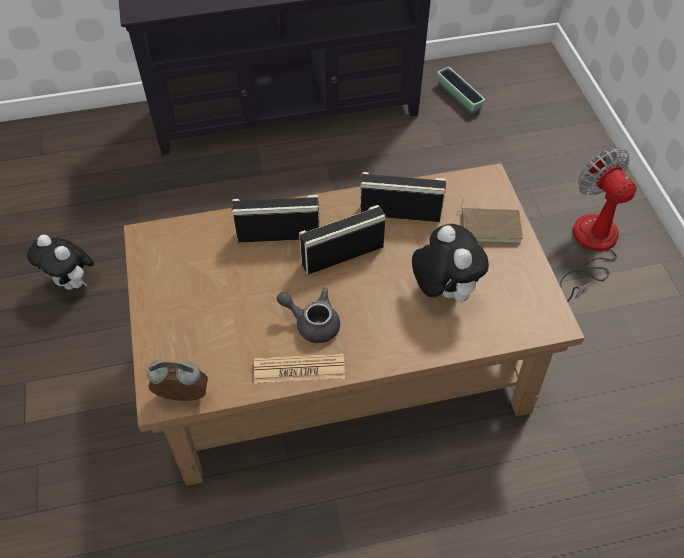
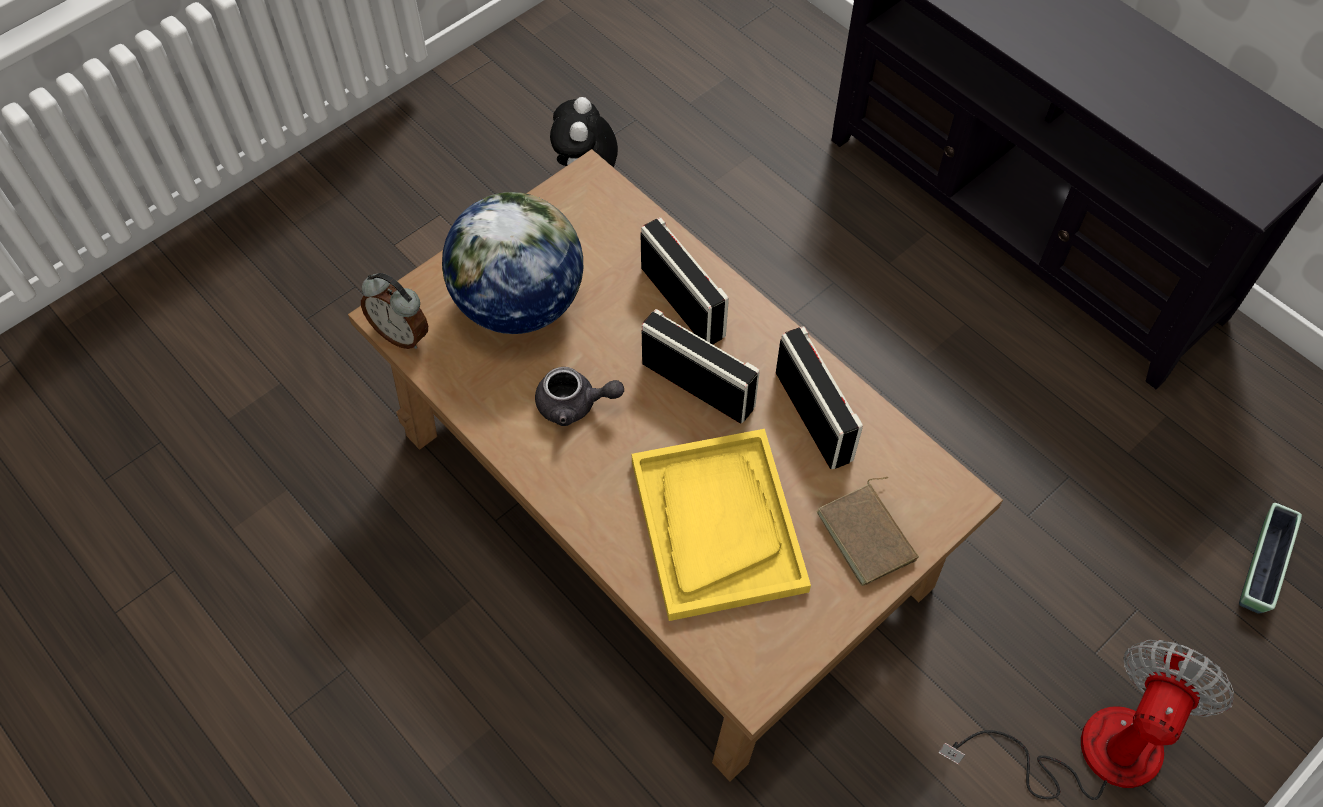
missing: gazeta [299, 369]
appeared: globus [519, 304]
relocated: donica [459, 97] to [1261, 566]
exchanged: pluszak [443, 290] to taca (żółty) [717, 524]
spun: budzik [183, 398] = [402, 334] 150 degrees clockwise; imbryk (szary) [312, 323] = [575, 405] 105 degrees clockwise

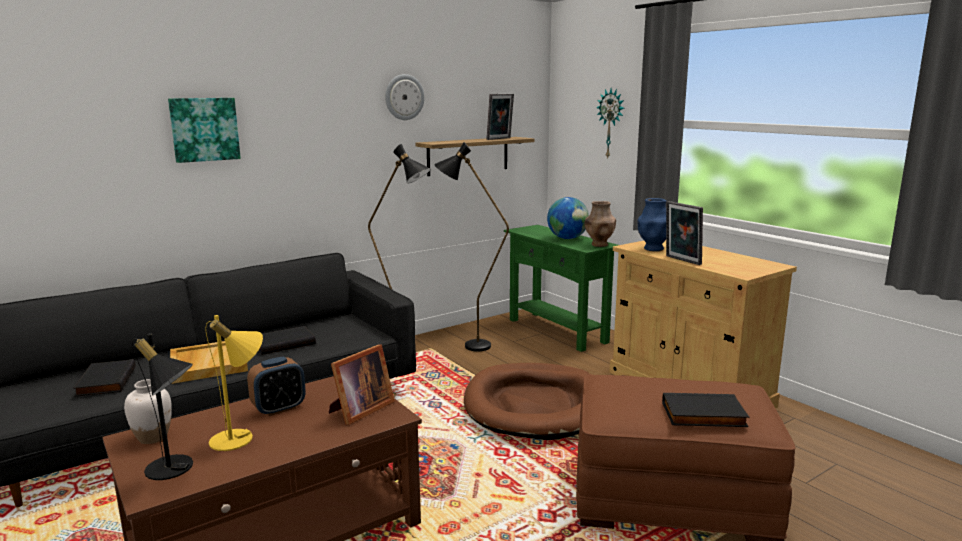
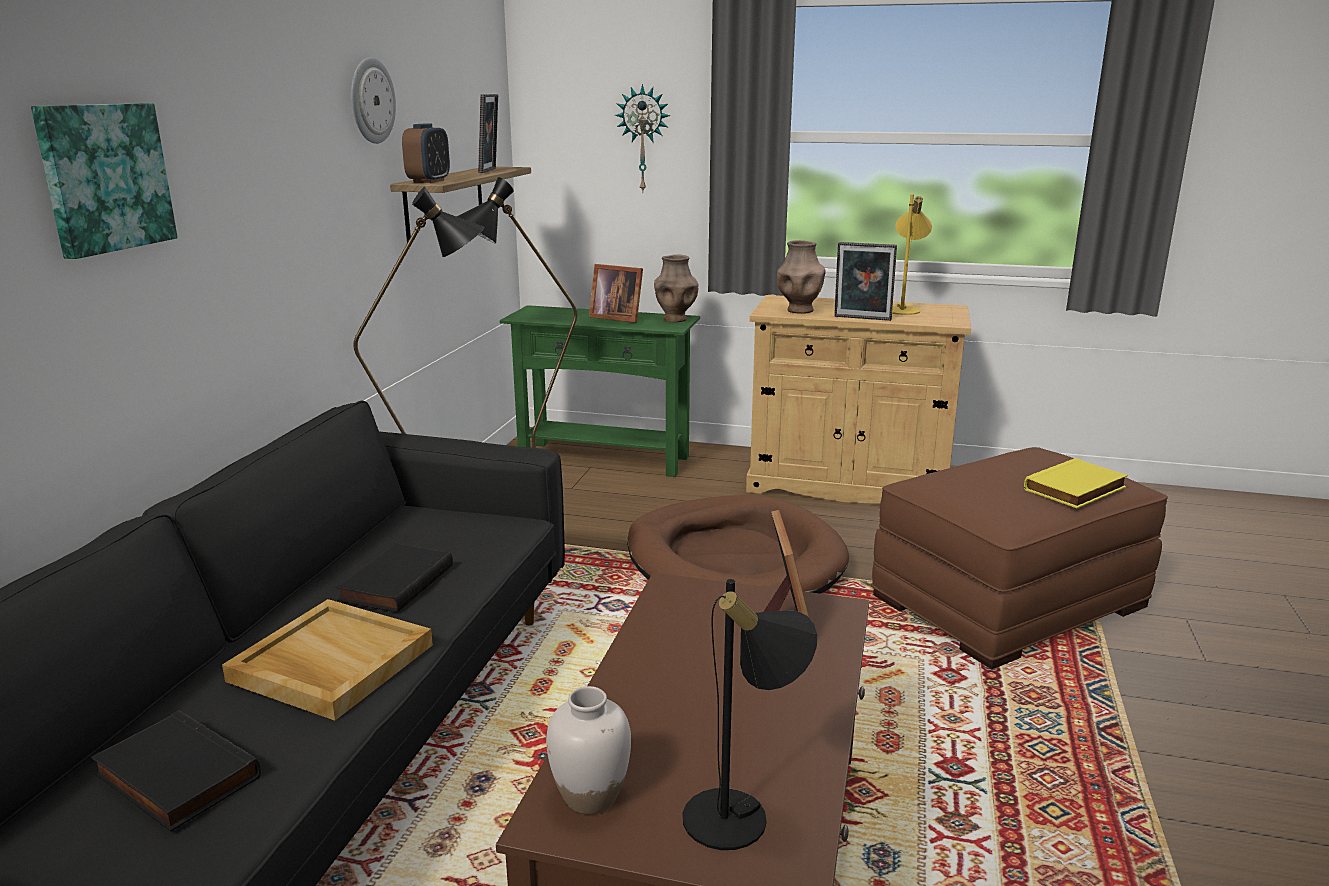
relocated: lampa stołowa (żółty) [240, 438] to [904, 309]; budzik [279, 408] to [429, 181]
exchanged: globus [567, 238] to ramka na zdjęcie [616, 318]
colour: wazon (niebieski) [653, 249] to wazon (brązowy) [799, 310]; książka (czarny) [703, 415] to książka (żółty) [1076, 489]

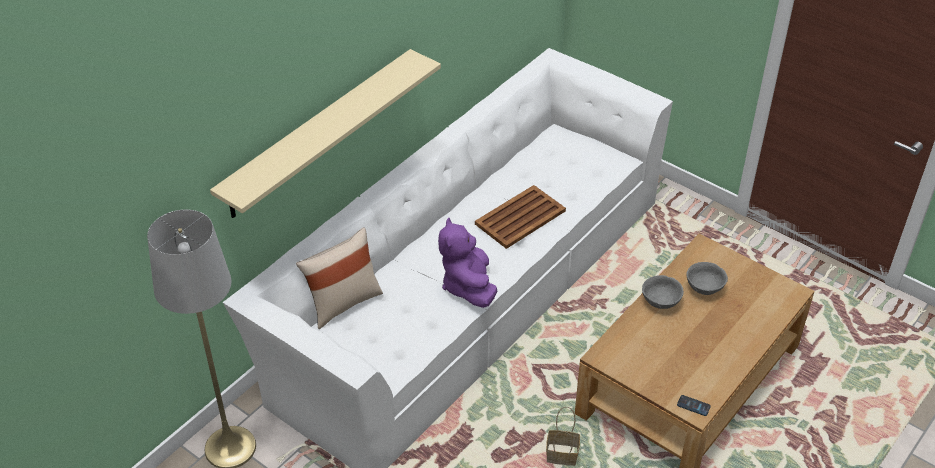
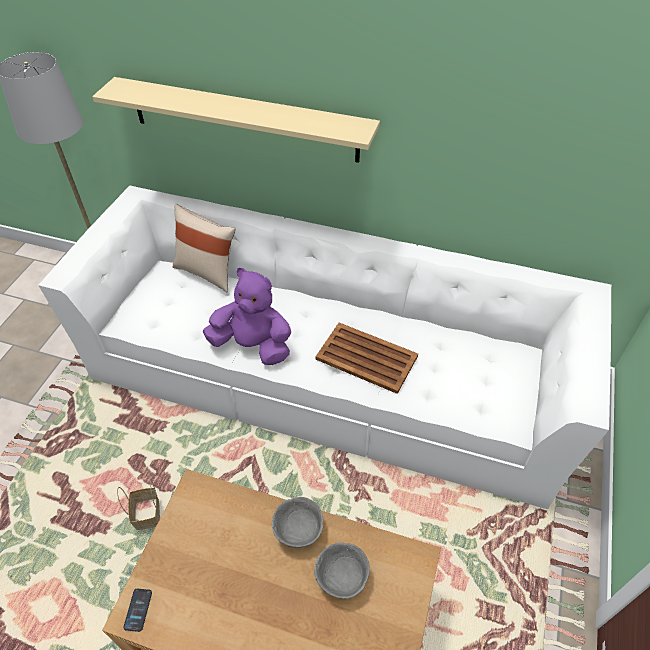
spun: pluszak (fioletowy) [468, 286] = [253, 345] 45 degrees clockwise

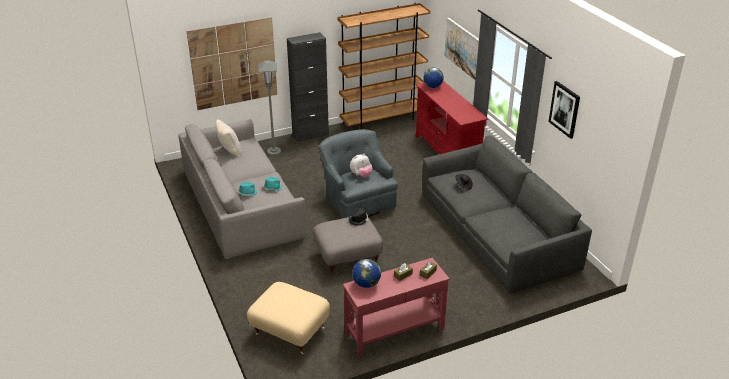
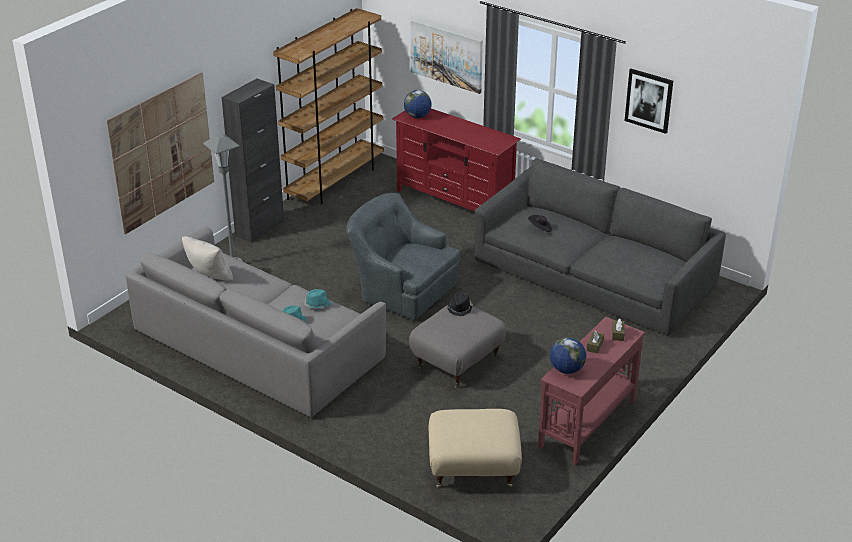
missing: pluszak [361, 175]

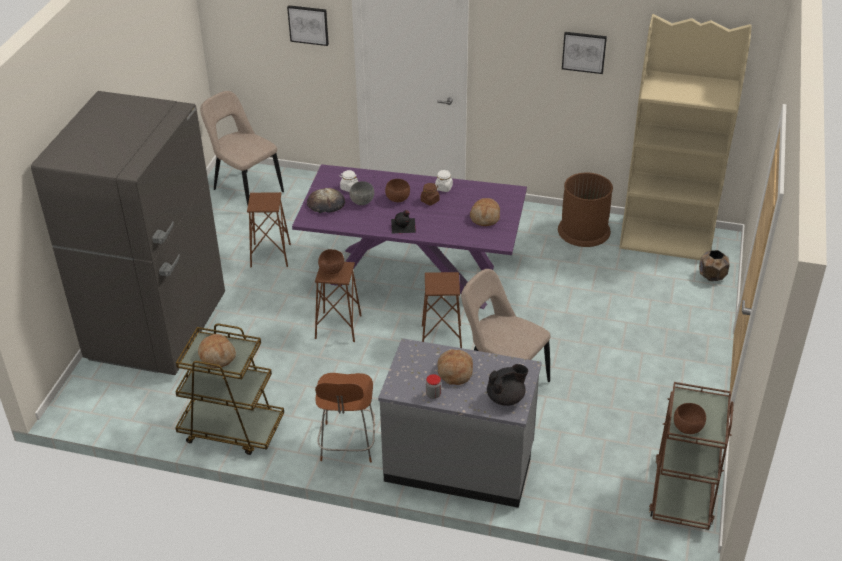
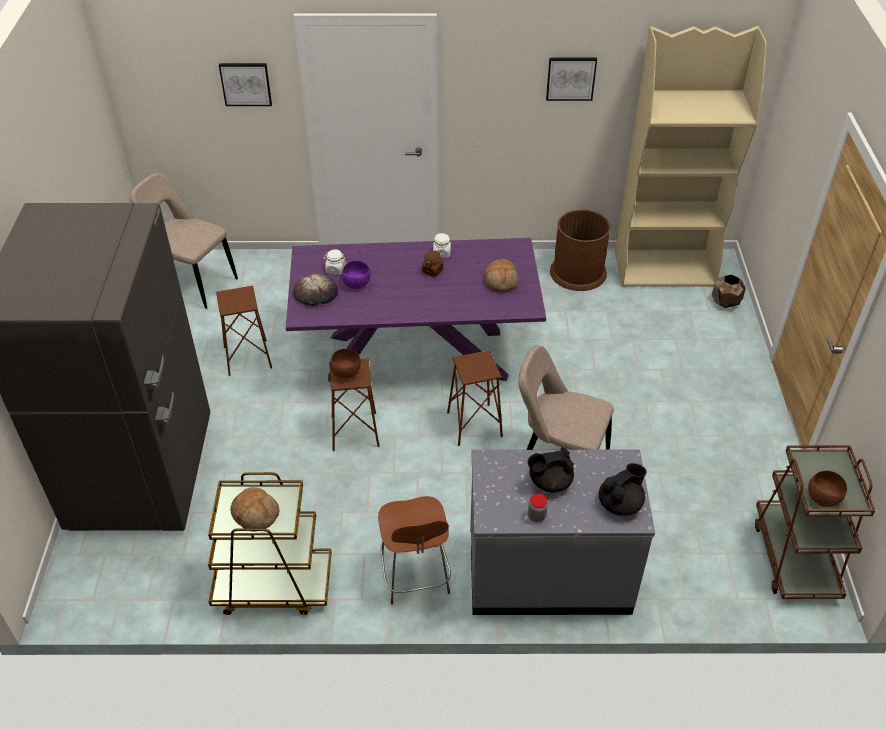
missing: miska (brązowy) [397, 199]; butelka (czarny) [403, 226]
exchanged: chleb [454, 372] to imbryk (czarny) [549, 482]
colour: miska (szary) [363, 202] to miska (fioletowy) [357, 284]

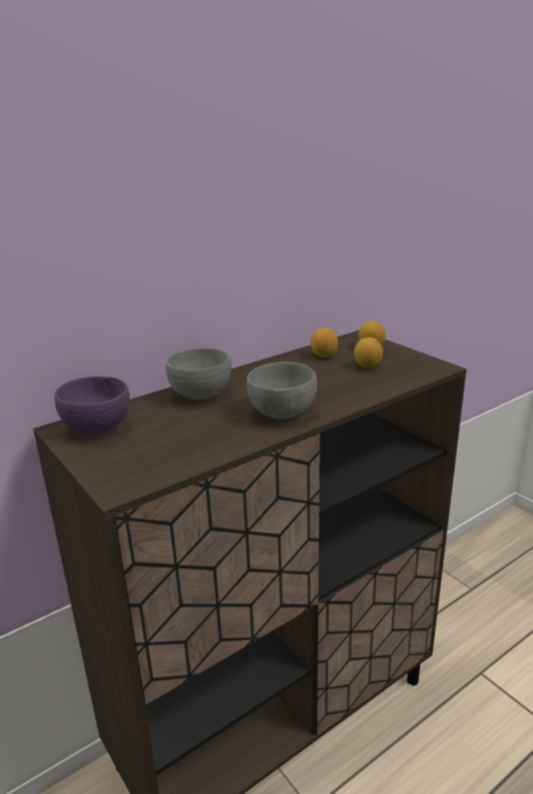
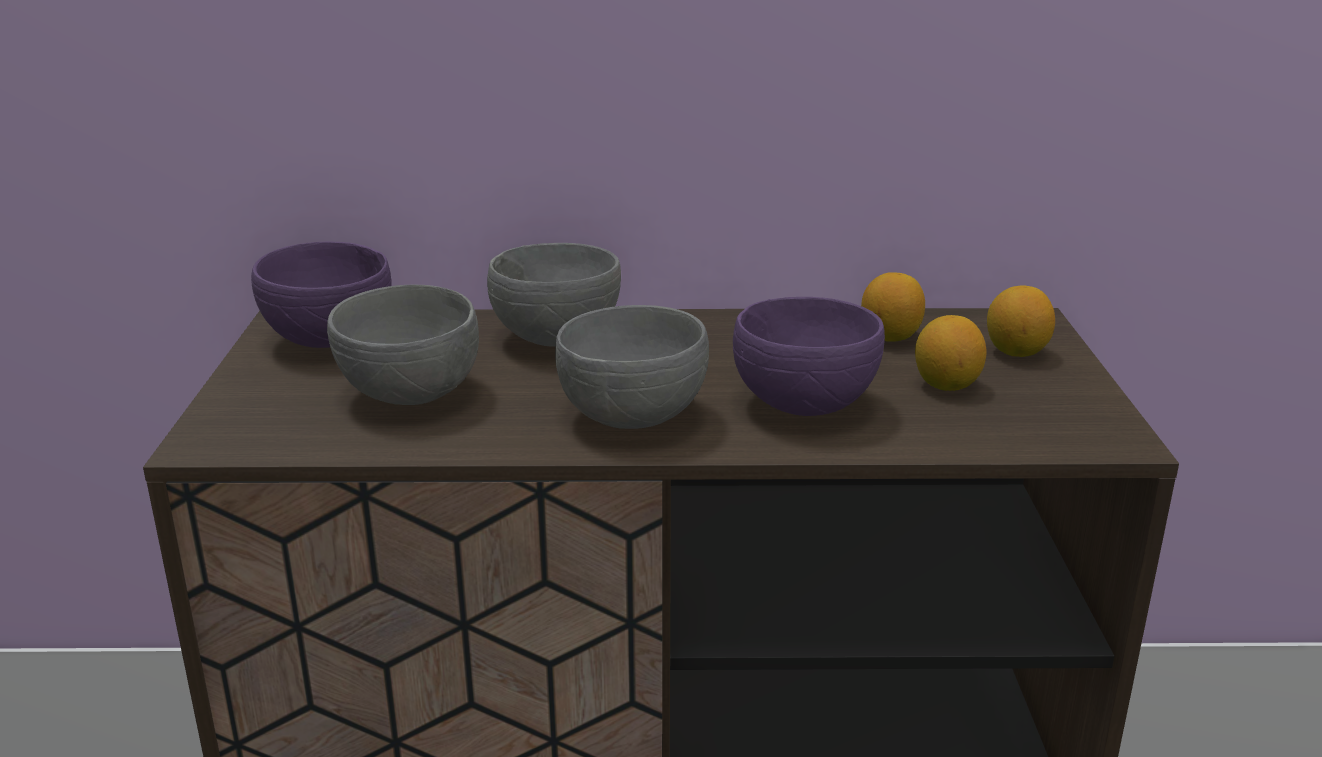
appeared: miska (szary) [411, 394]; miska (fioletowy) [803, 406]

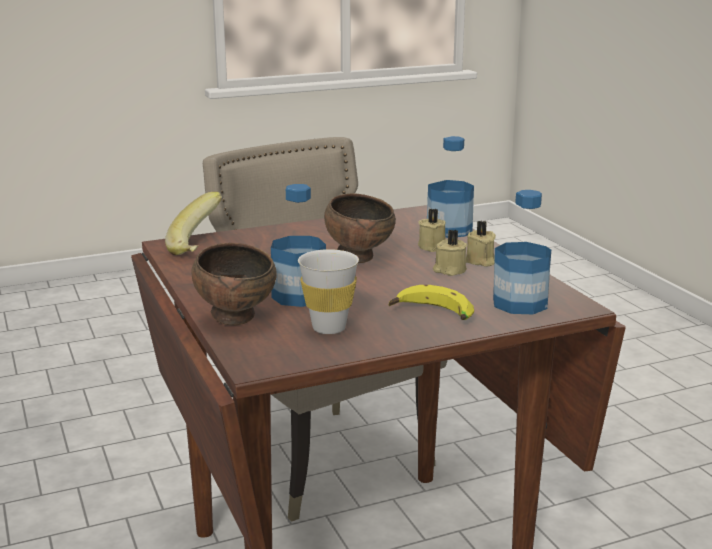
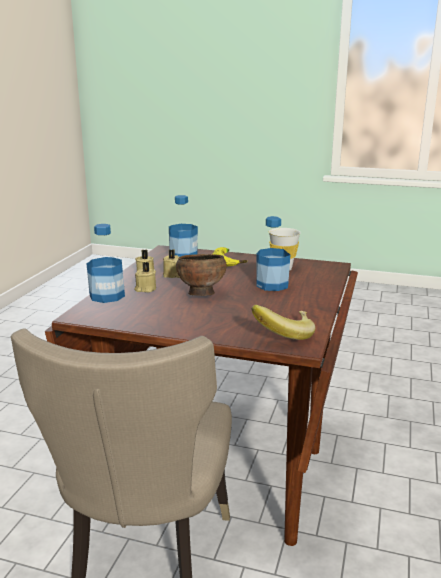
missing: miska (brązowy) [237, 319]

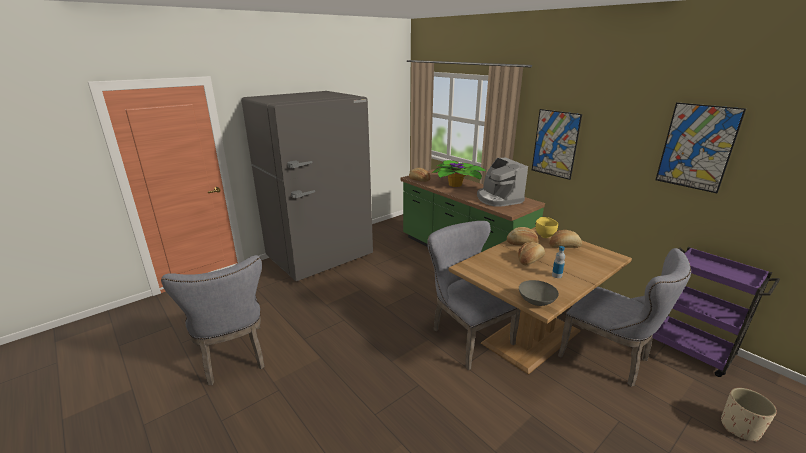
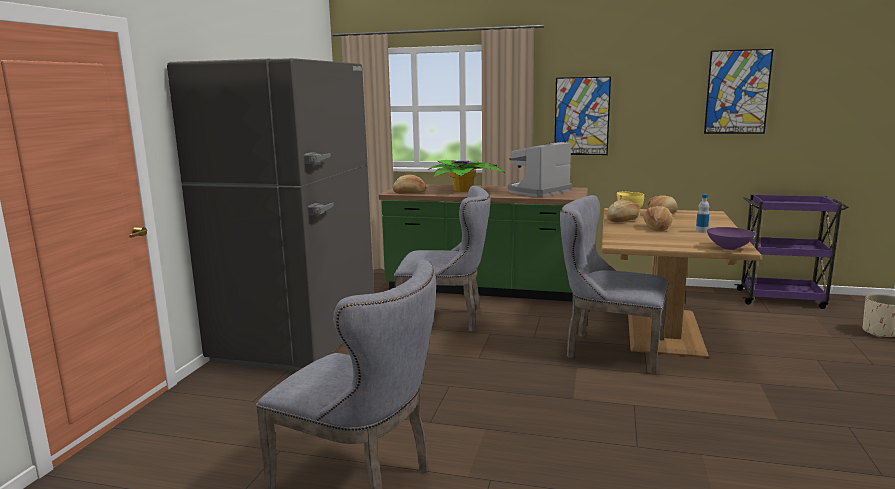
relocated: krzesło (szary) [609, 358] to [446, 320]
colour: miska (szary) [536, 302] to miska (fioletowy) [728, 248]
spun: ekspres do kawy [498, 199] = [538, 191] 105 degrees clockwise

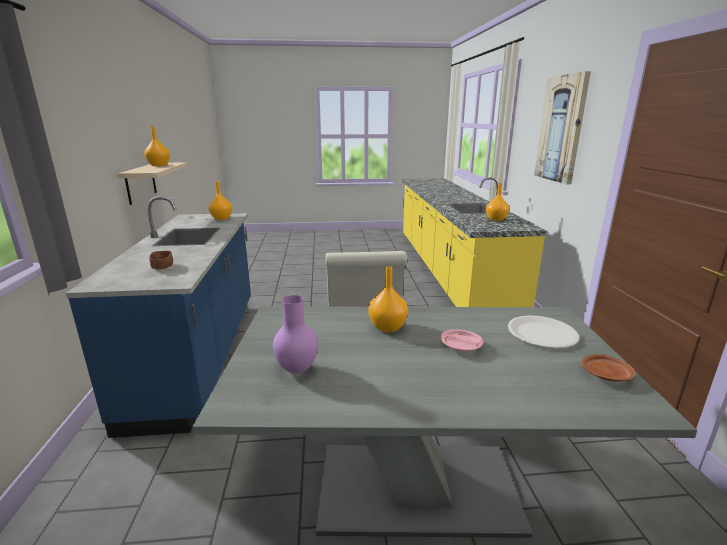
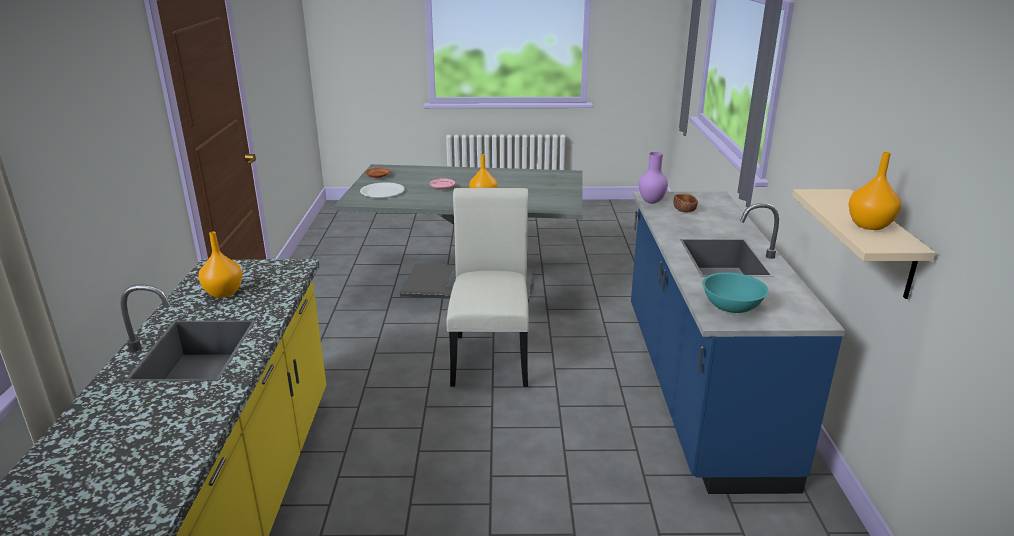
missing: obraz [561, 129]
relocated: wazon (fioletowy) [296, 370] to [652, 202]
exchanged: wazon (pomarańczowy) [221, 218] to miska (turkusowy) [731, 306]

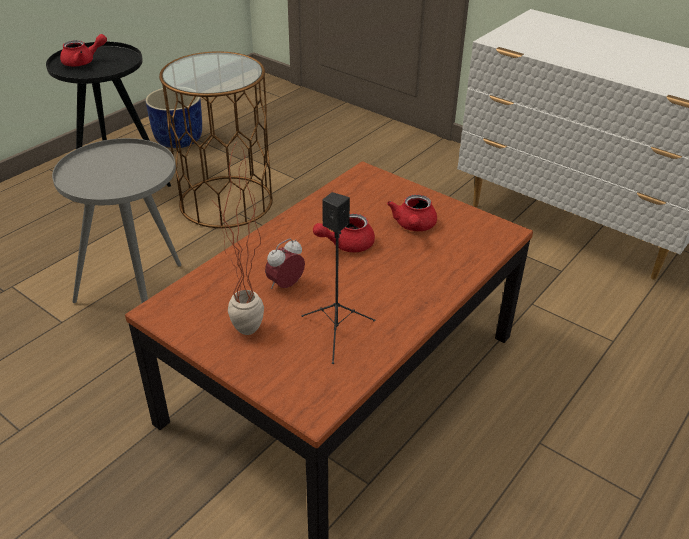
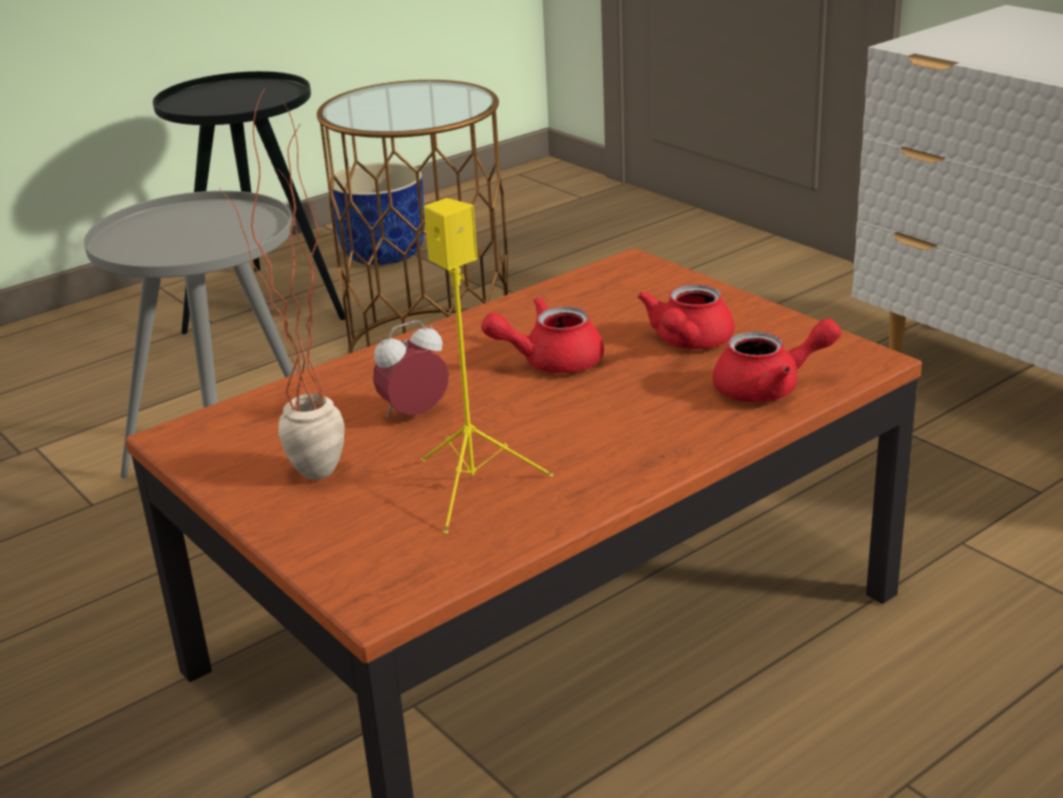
relocated: imbryk (czerwony) [83, 62] to [769, 388]
colour: głośnik (czarny) [337, 332] to głośnik (żółty) [475, 487]

